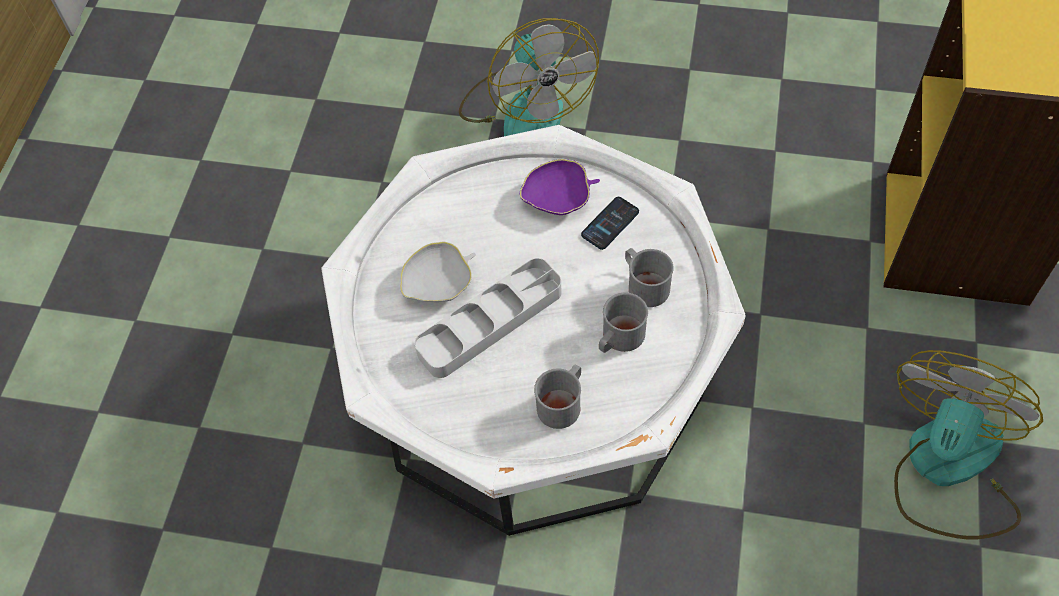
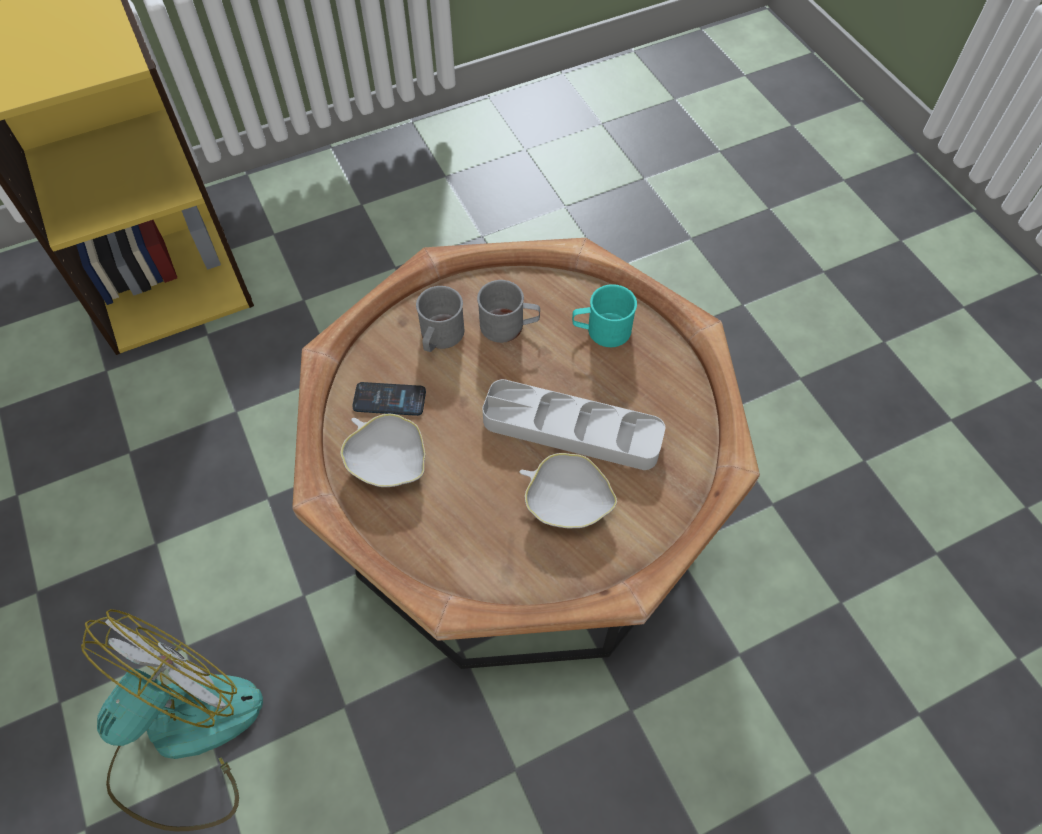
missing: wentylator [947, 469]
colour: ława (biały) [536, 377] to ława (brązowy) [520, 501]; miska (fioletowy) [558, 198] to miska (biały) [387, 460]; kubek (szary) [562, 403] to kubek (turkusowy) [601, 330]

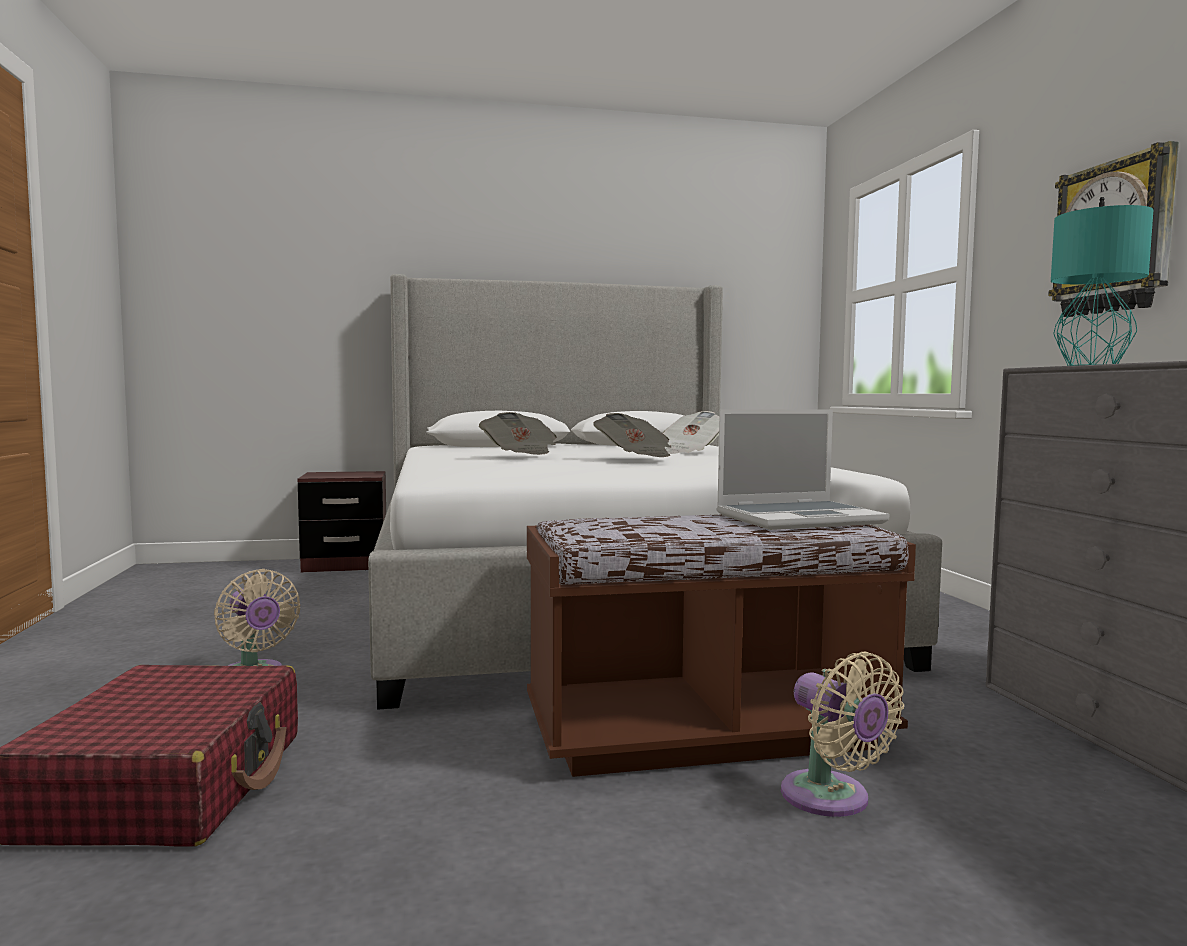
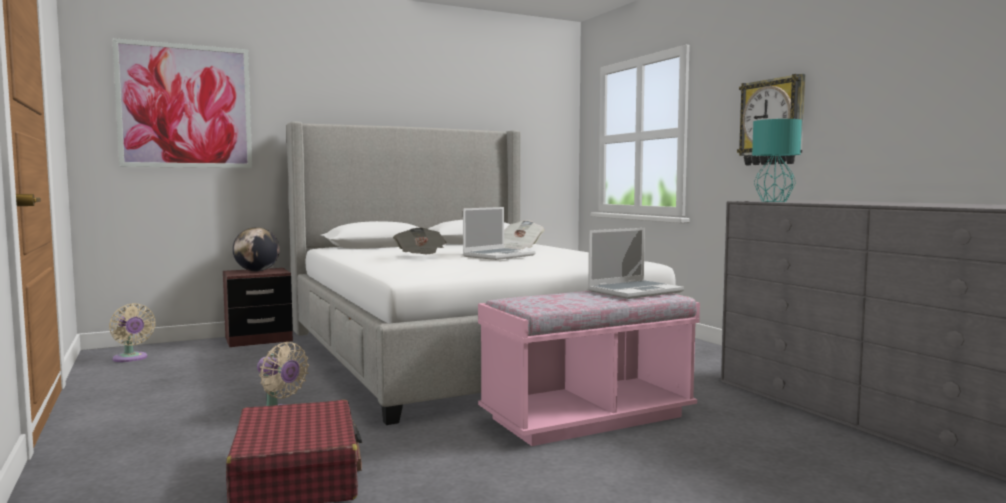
appeared: obraz [185, 106]; globus [257, 271]
relocated: wentylator (beżowy) [831, 799] to [131, 358]
exchanged: gazeta [636, 459] to laptop [499, 256]
colour: ławka (brązowy) [705, 732] to ławka (różowy) [587, 418]

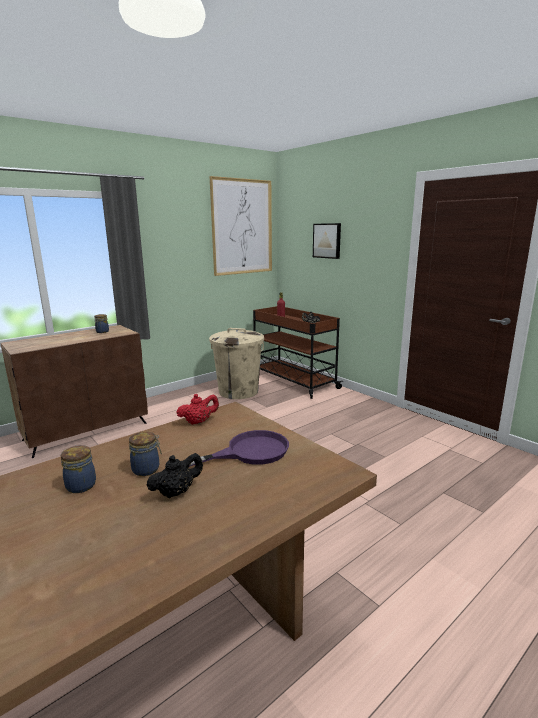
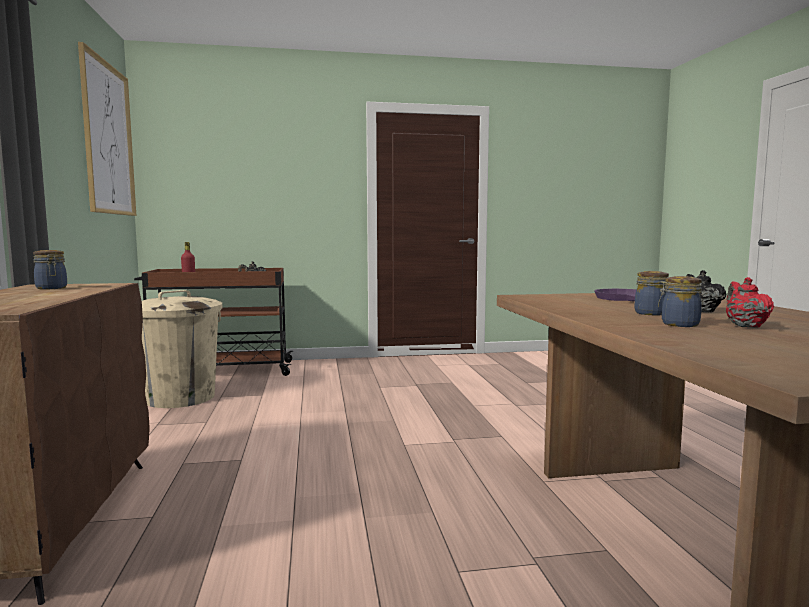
missing: obraz [327, 240]
relocated: imbryk (czerwony) [198, 422] to [744, 326]

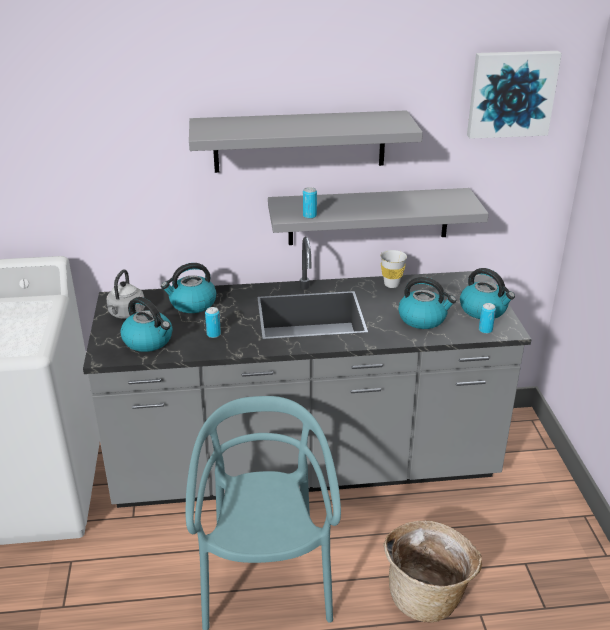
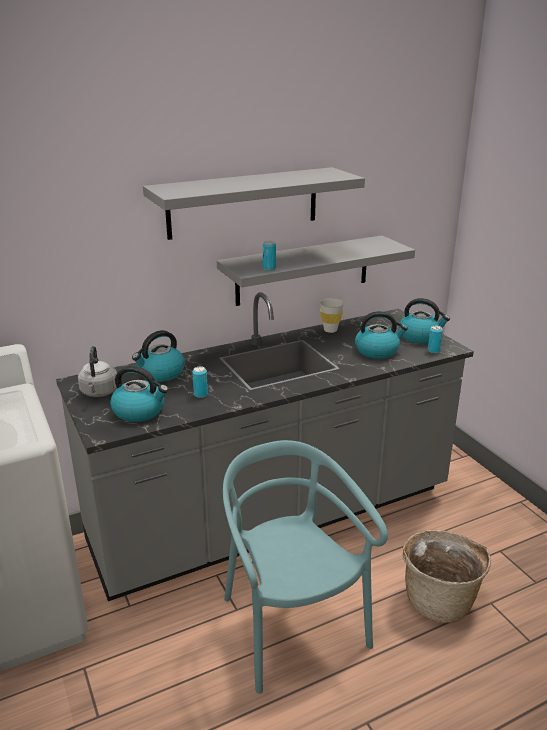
missing: obraz [511, 93]

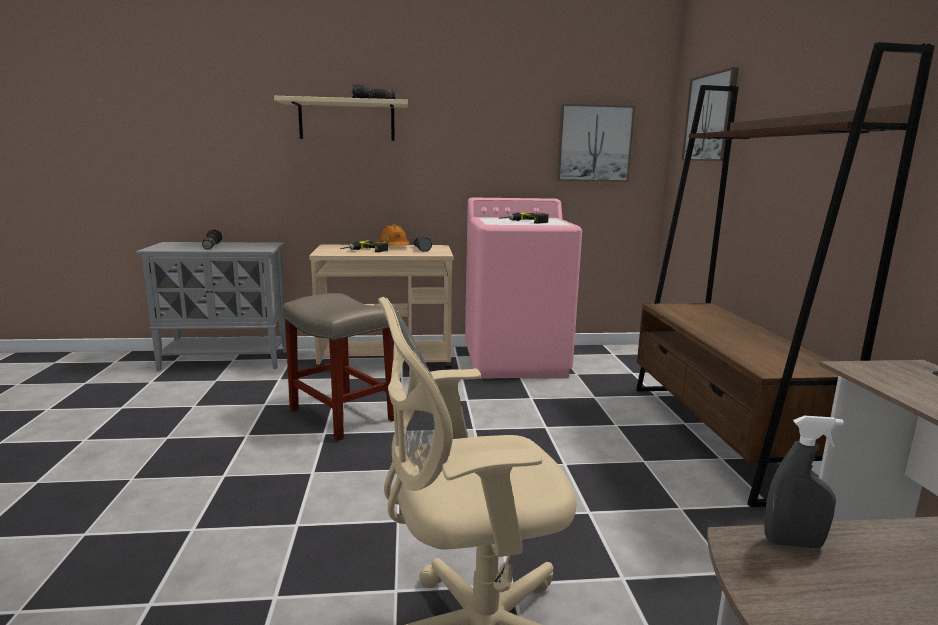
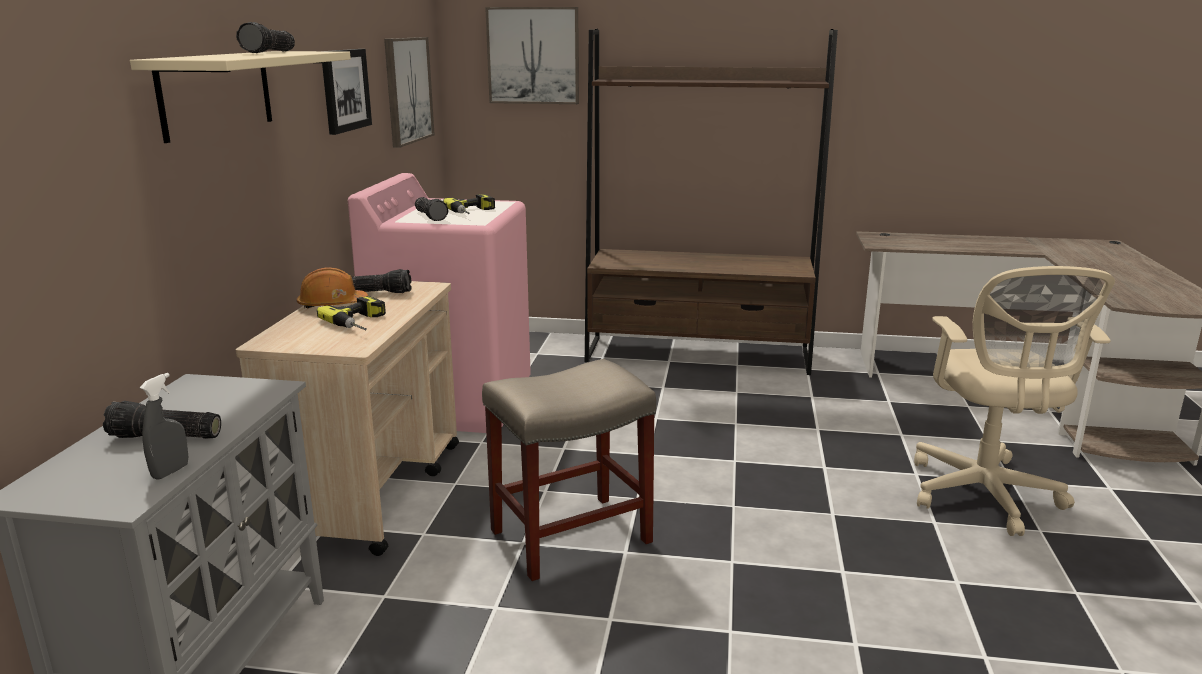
appeared: obraz [344, 90]; latarka [431, 216]
relocated: spryskiwacz (szary) [793, 543] to [170, 472]

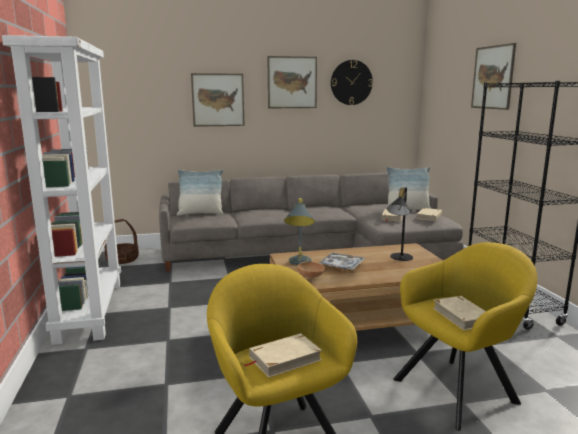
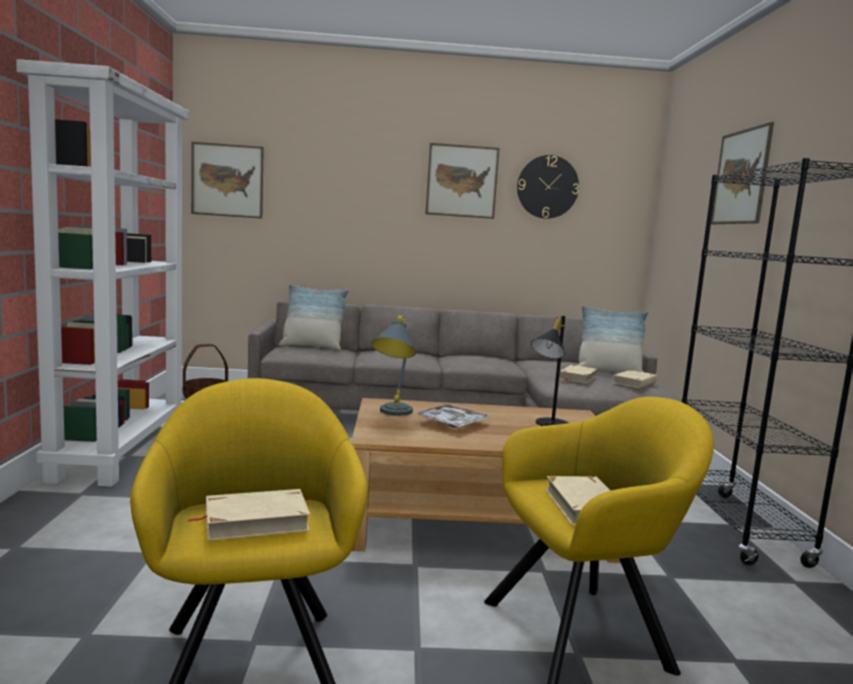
missing: miska (brązowy) [311, 277]
relocated: obraz [218, 100] to [227, 180]

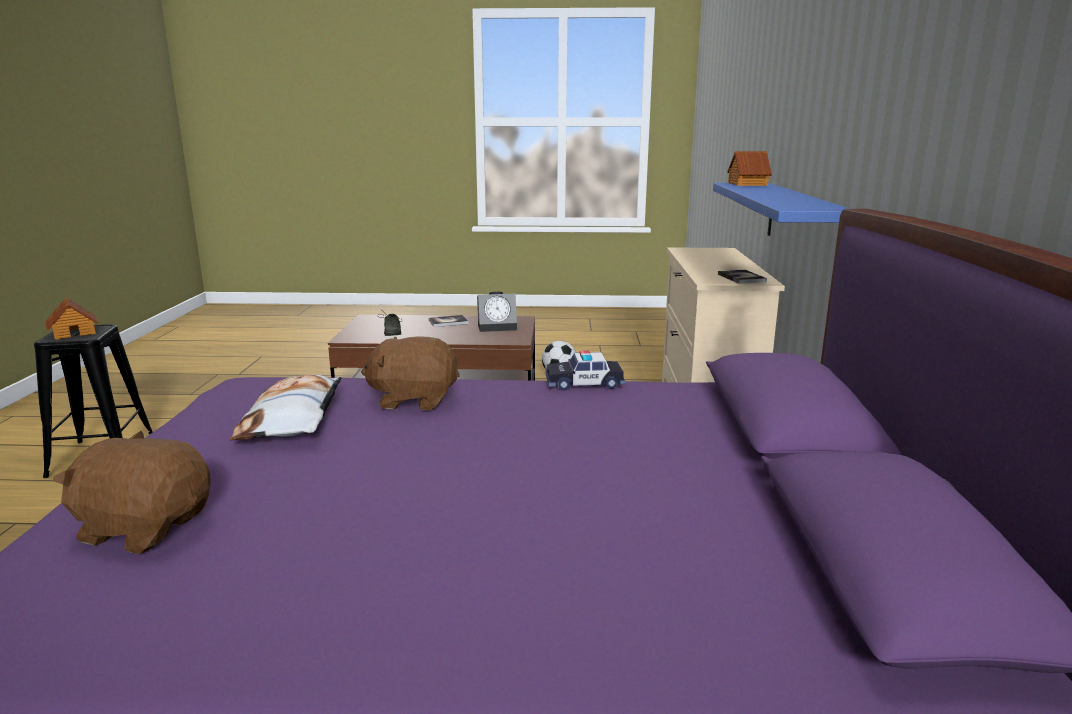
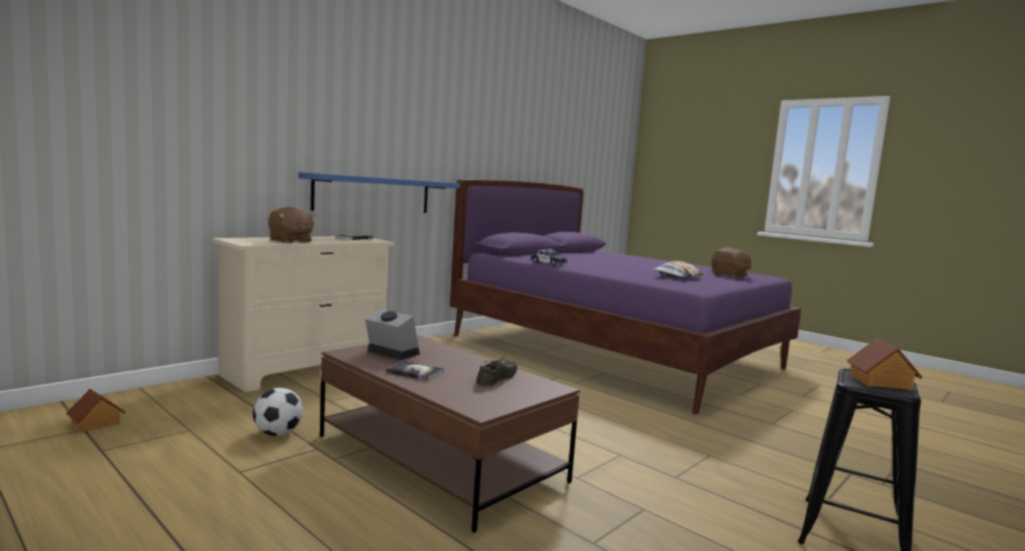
relocated: pluszak (brązowy) [414, 399] to [290, 241]; domek [747, 184] to [96, 423]

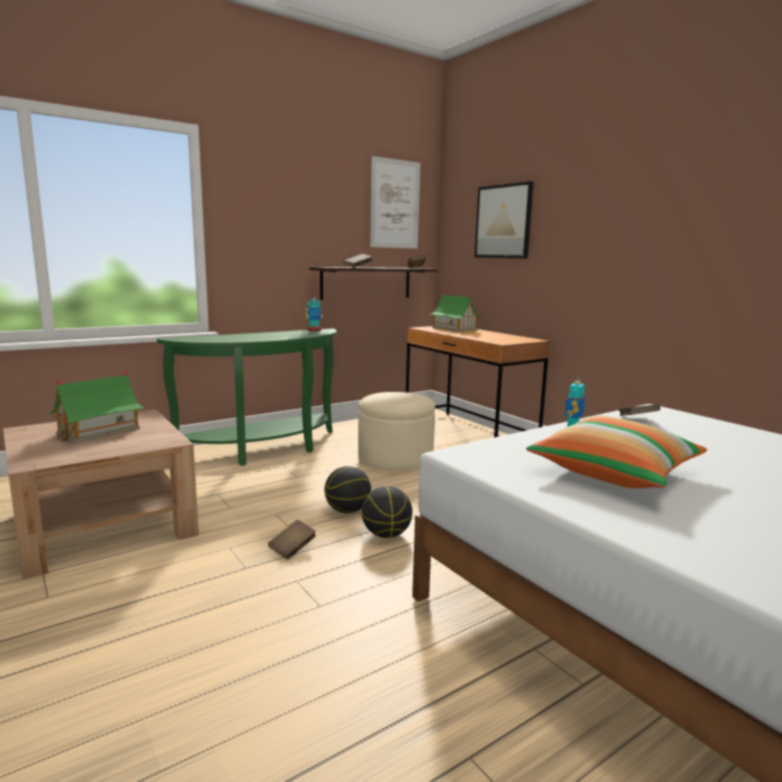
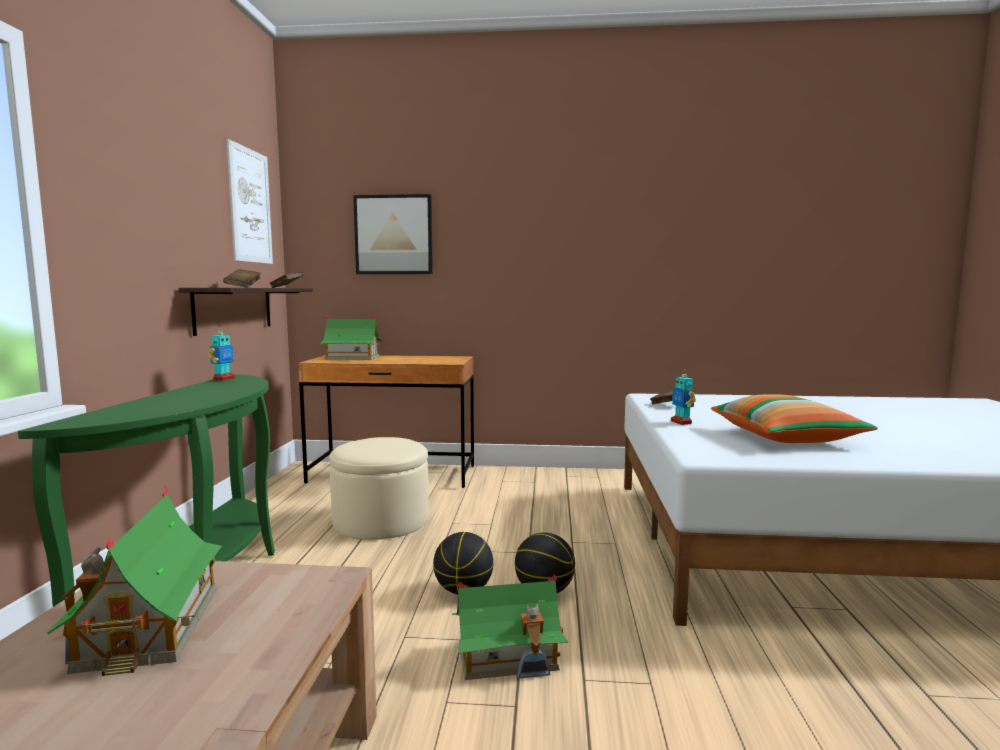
exchanged: książka (brązowy) [292, 549] to domek [508, 656]

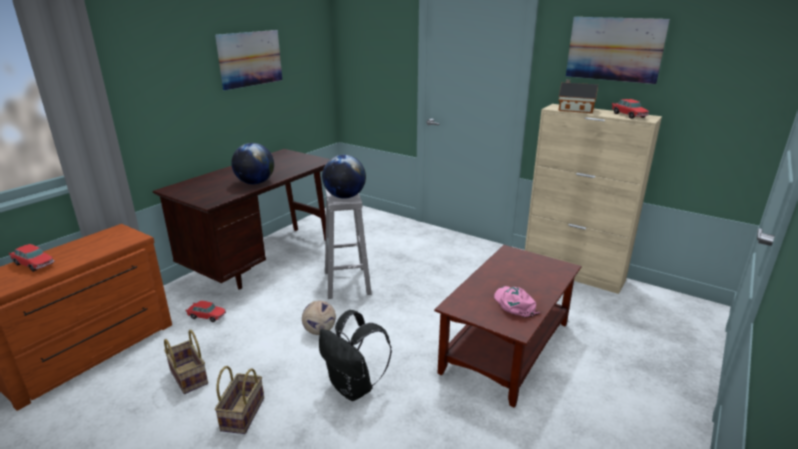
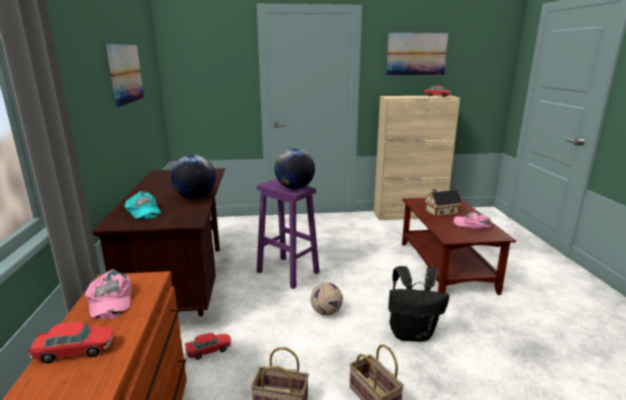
appeared: czapka z daszkiem (różowy) [109, 300]; czapka z daszkiem (turkusowy) [143, 211]
relocated: domek [574, 109] to [440, 212]
colour: stołek (biały) [347, 283] to stołek (fioletowy) [288, 272]

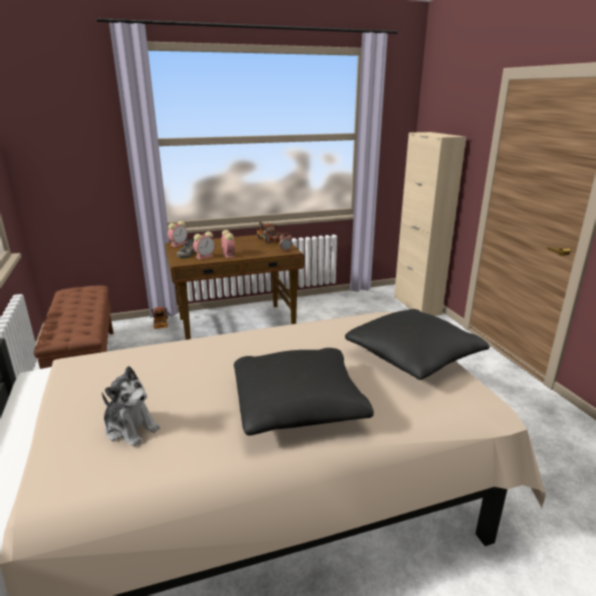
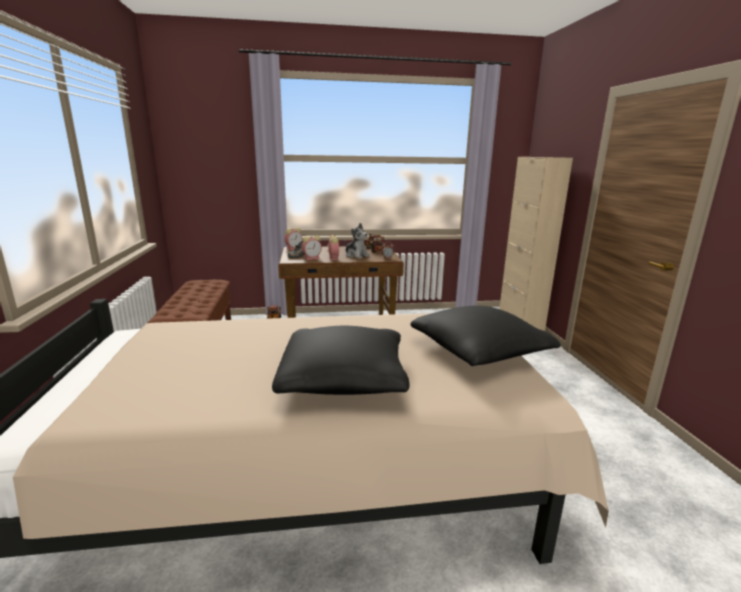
relocated: pluszak [130, 428] to [356, 255]

